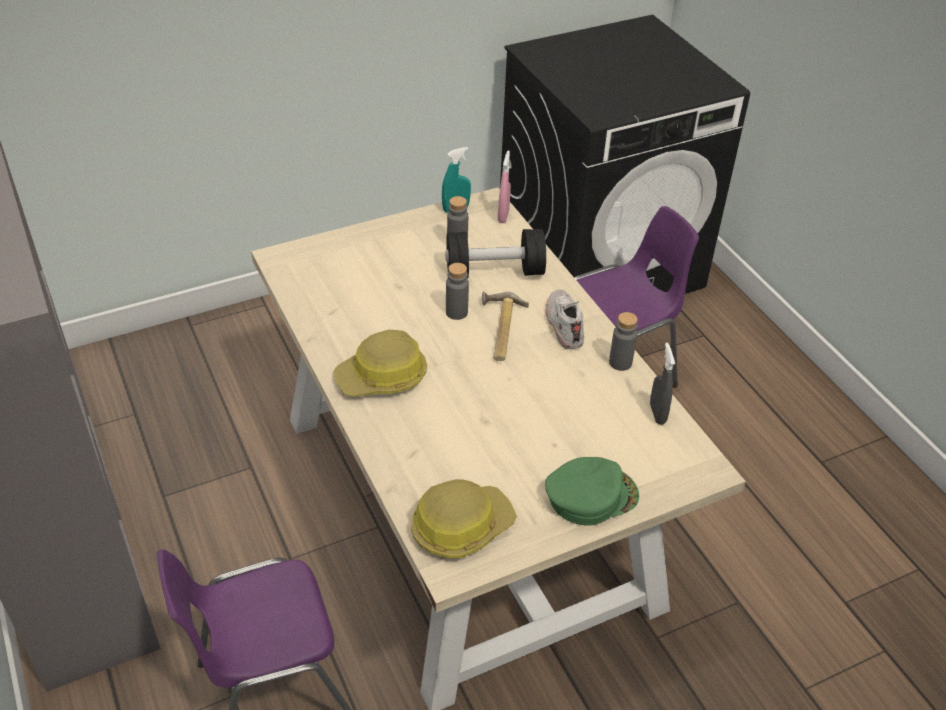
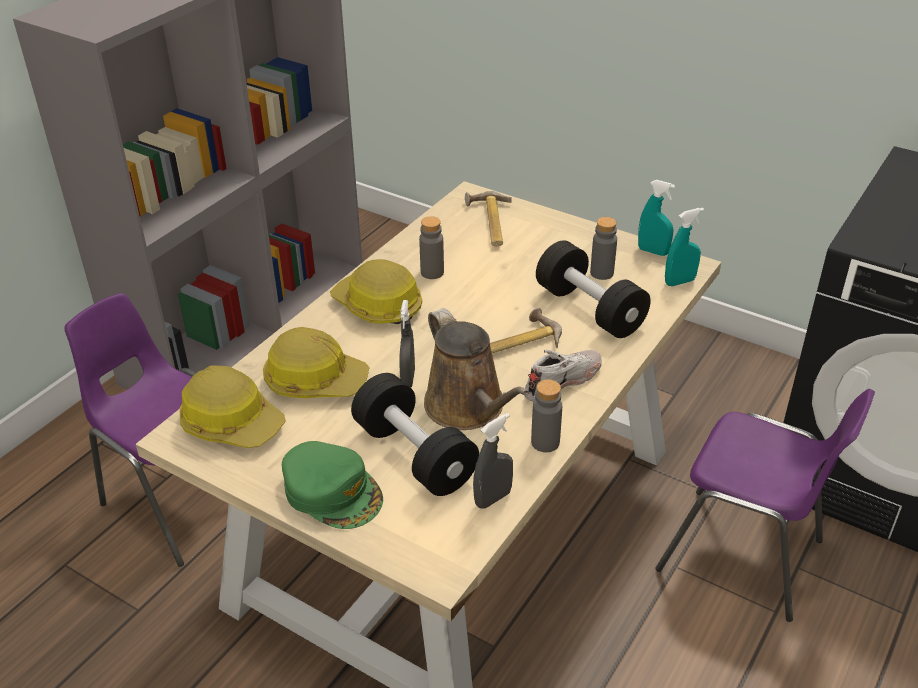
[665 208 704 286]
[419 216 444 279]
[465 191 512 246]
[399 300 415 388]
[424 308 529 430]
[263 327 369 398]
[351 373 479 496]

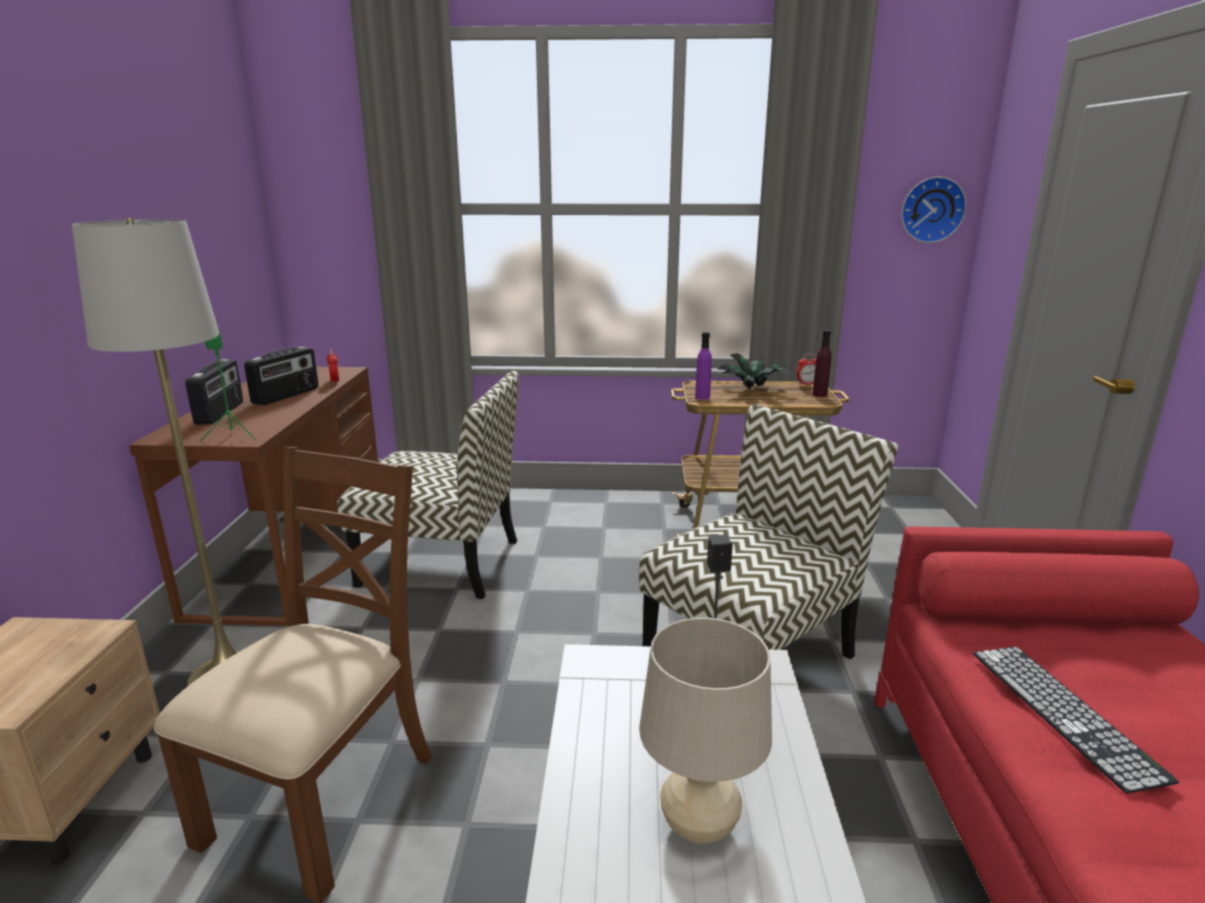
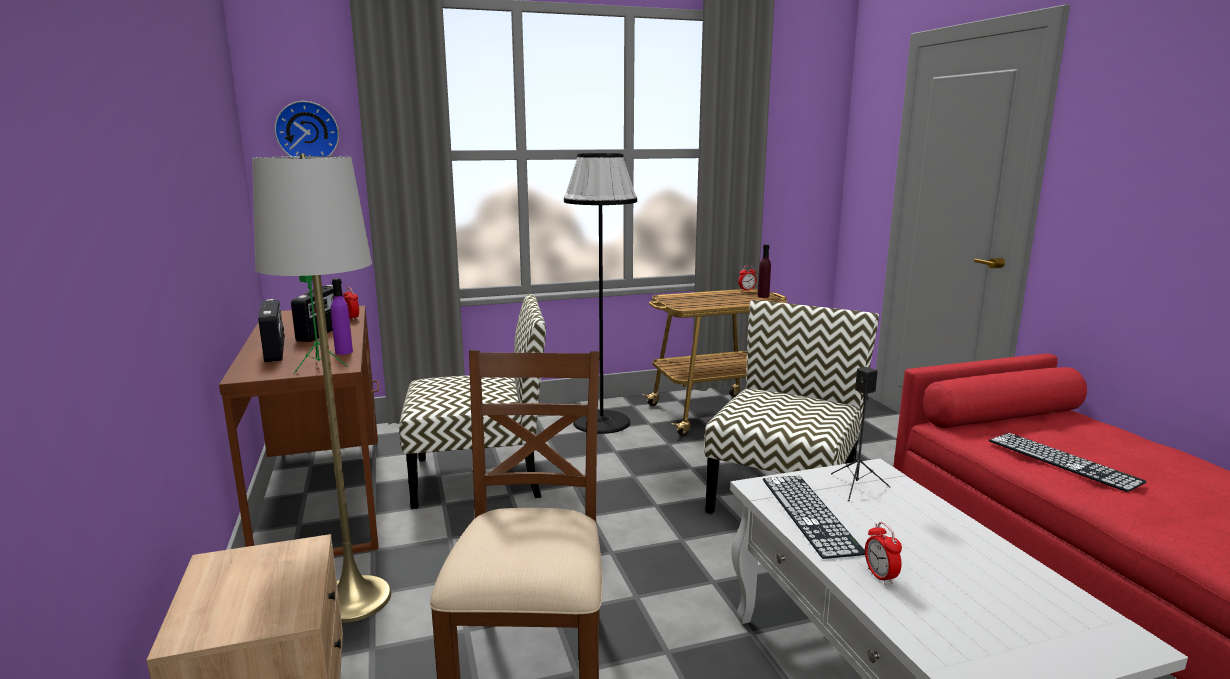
[274 101 339 156]
[331 278 353 355]
[718 353 793 390] (first image)
[639 617 772 844] (first image)
[564 153 637 434]
[763 476 865 559]
[865 522 902 585]

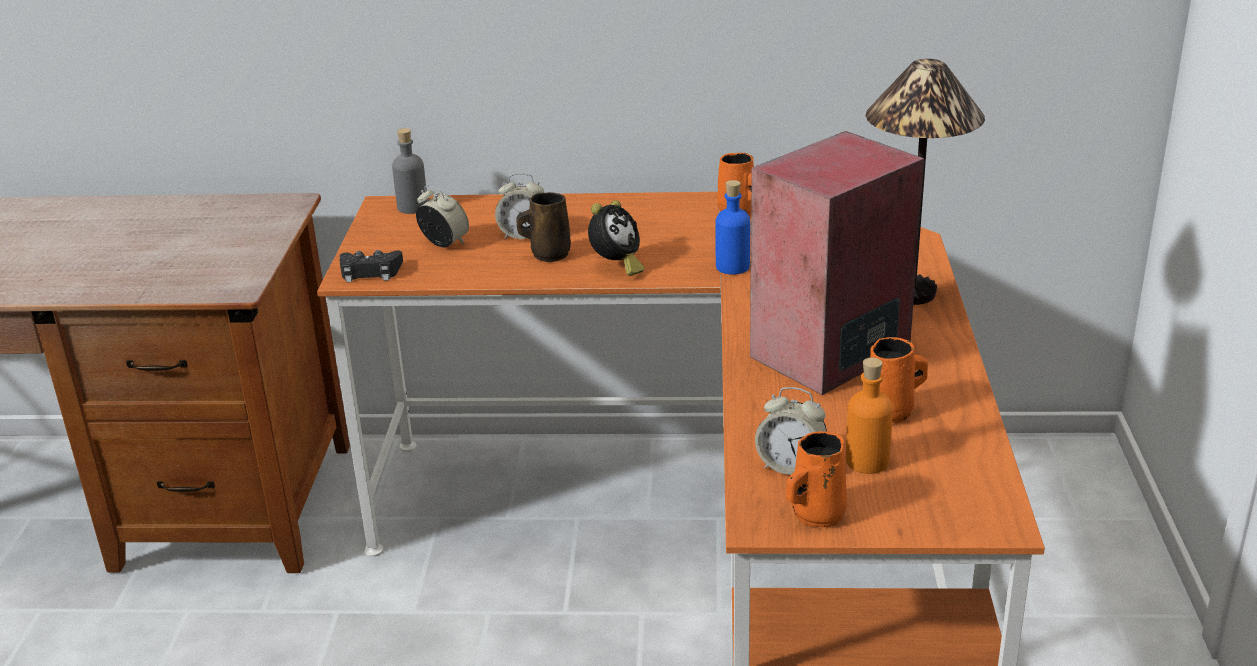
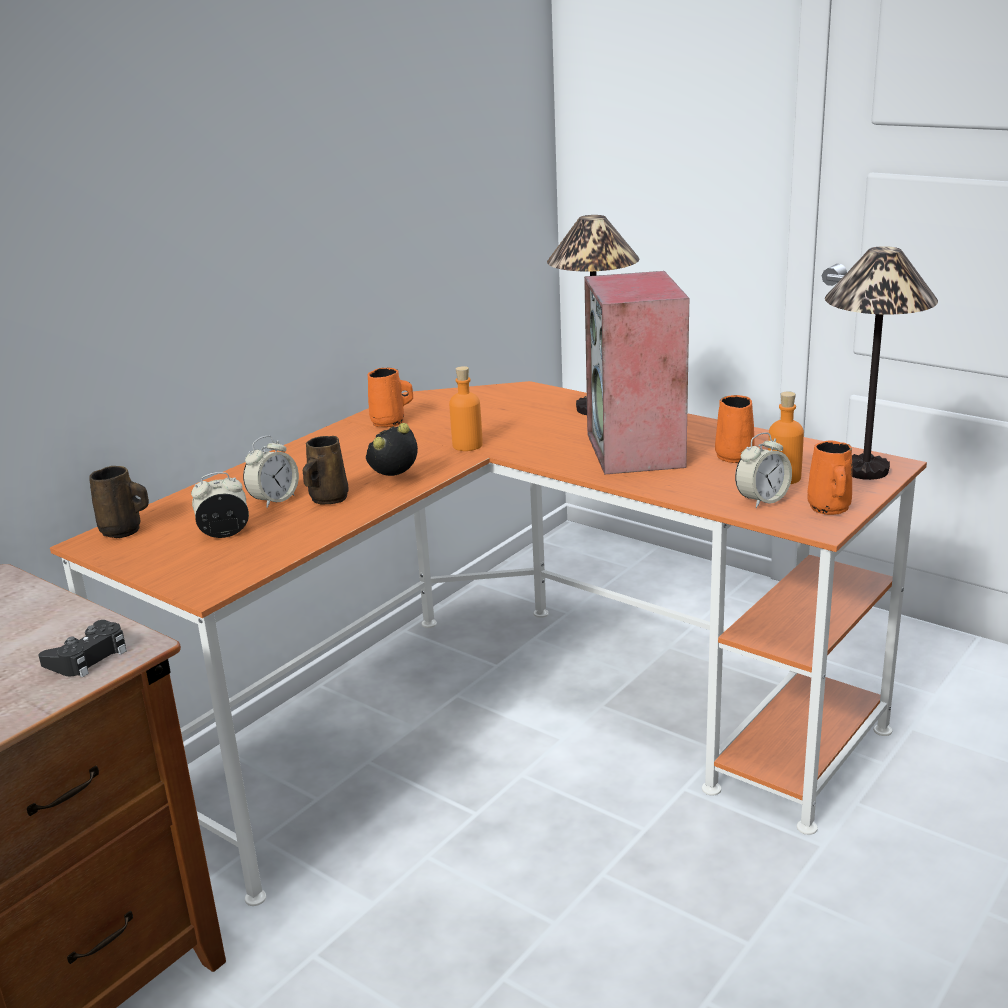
[89 466 149 538]
[449 366 483 451]
[366 423 418 476]
[39 620 127 677]
[825 246 938 480]

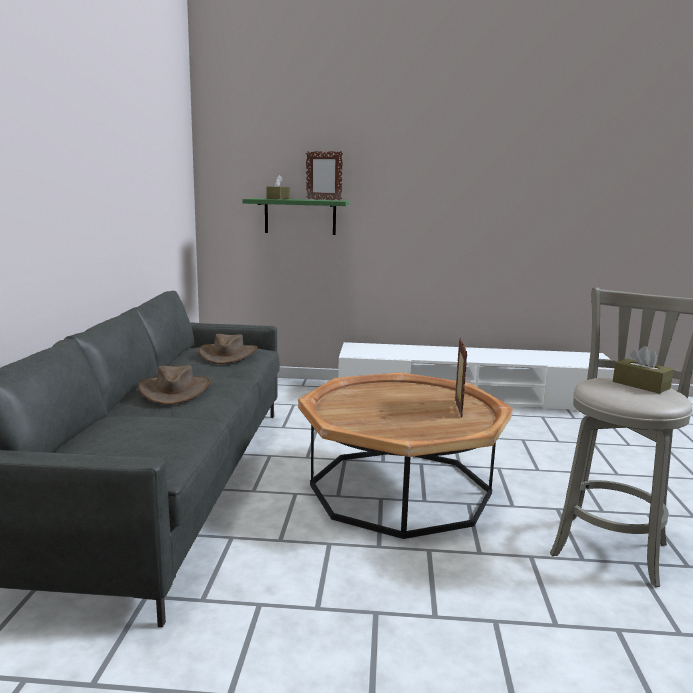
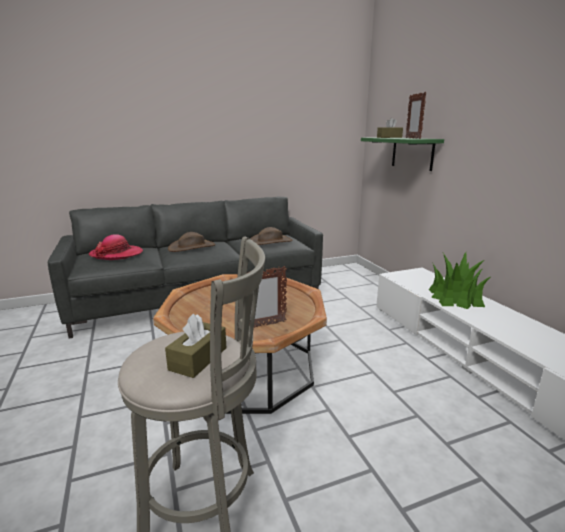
[89 234 143 260]
[429 252 490 309]

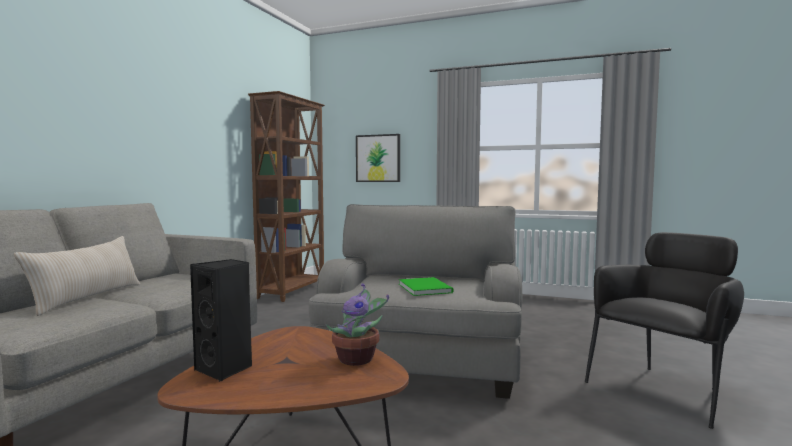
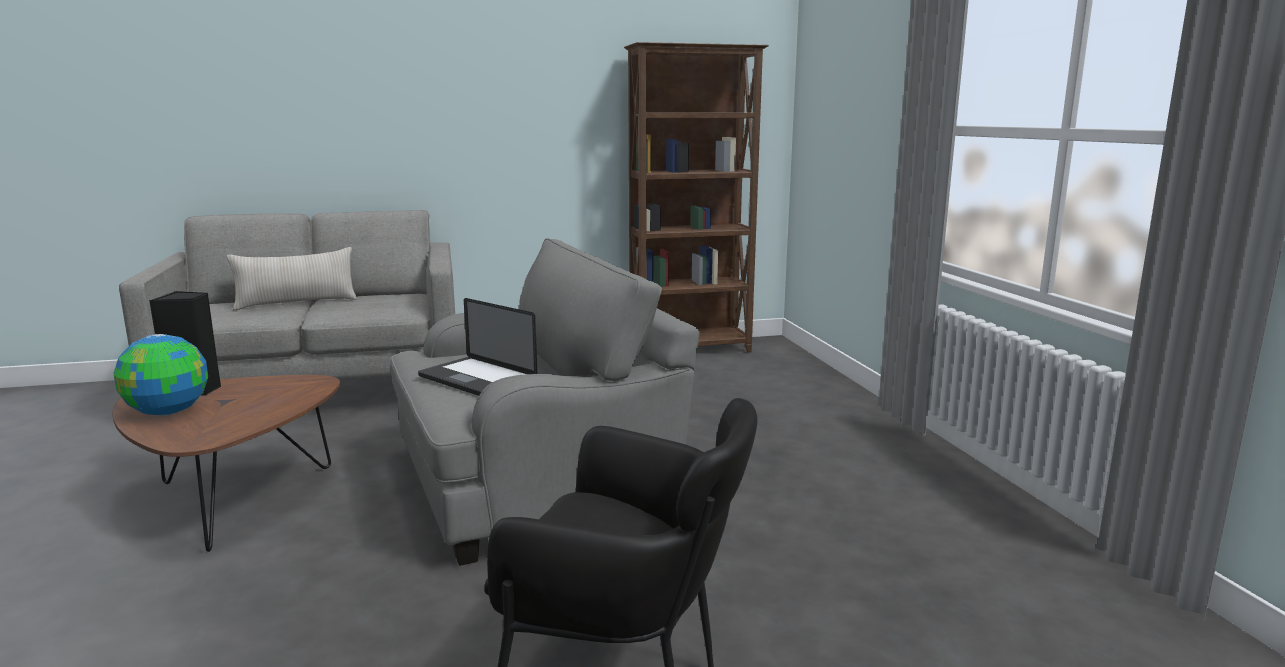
[356 134 400 182] (first image)
[418 298 537 396]
[326 283 389 366] (first image)
[114 334 208 415]

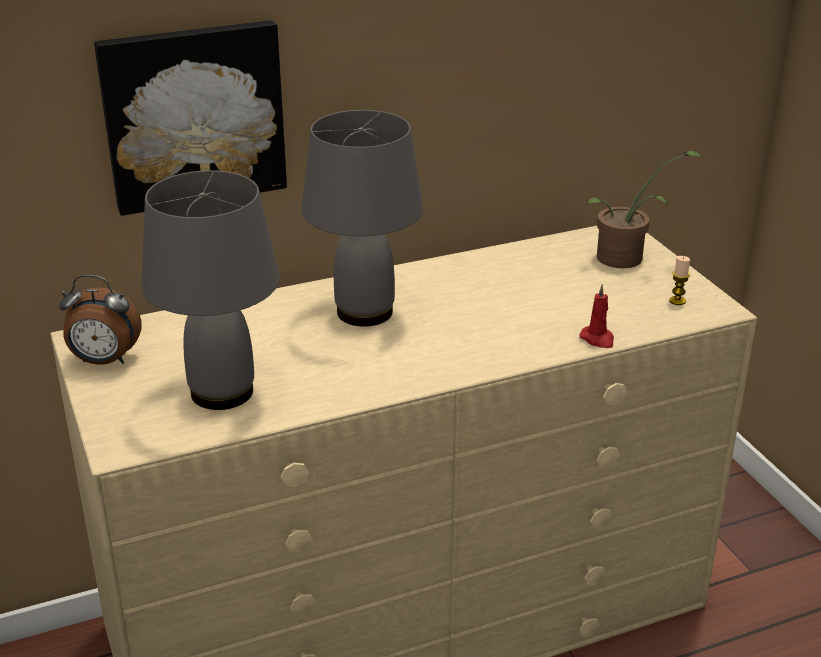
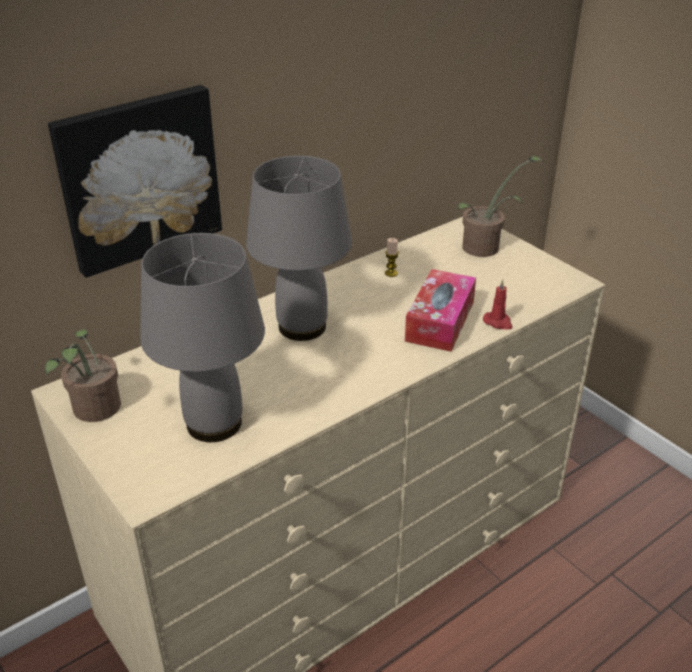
[385 238 399 277]
[45 329 121 422]
[405 269 476 352]

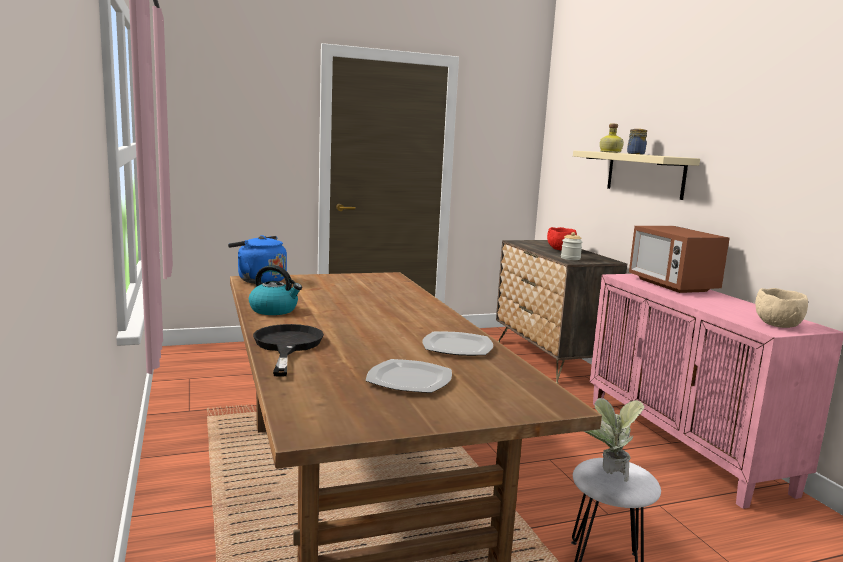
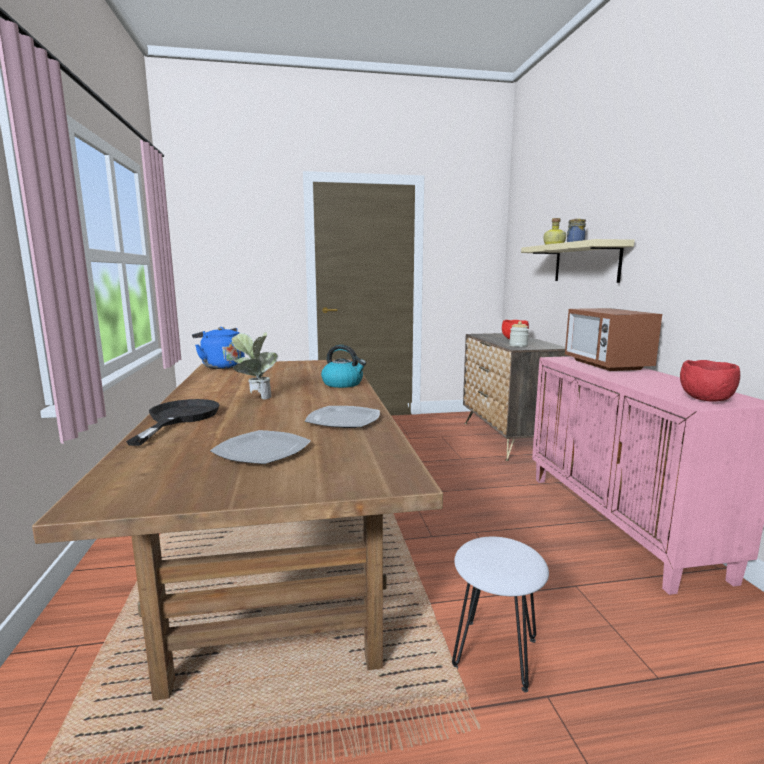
[321 345 366 388]
[680 360 740 401]
[232 333 278 399]

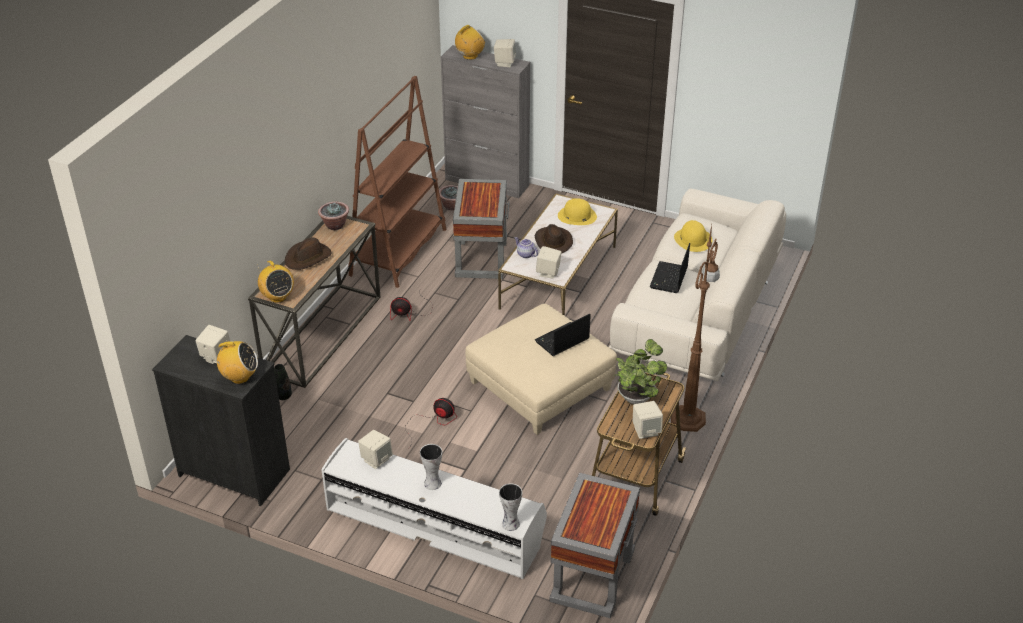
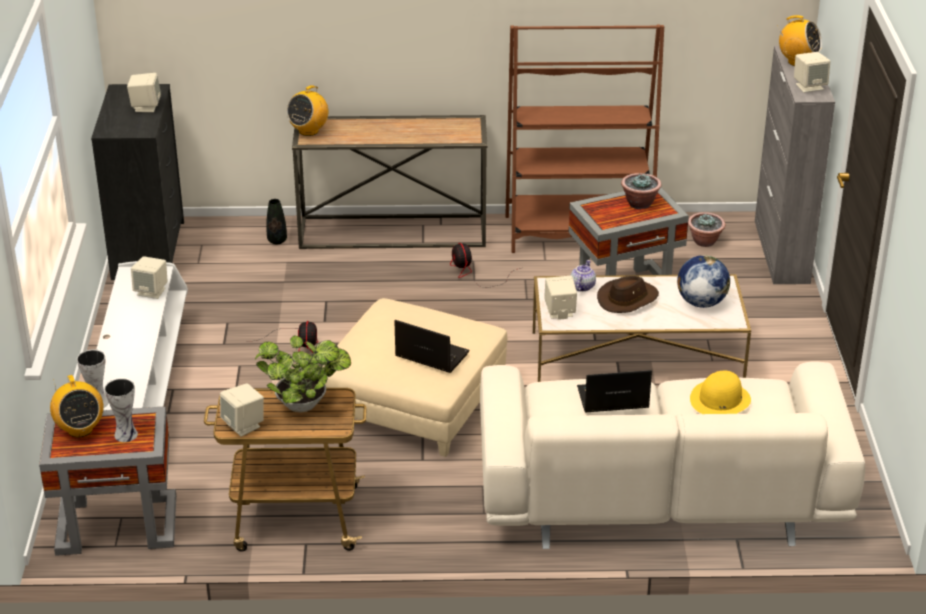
[677 255 730 308]
[621 173 661 209]
[671 225 720 432] (first image)
[285 238 331 270] (first image)
[50 375 104 437]
[104 378 138 442]

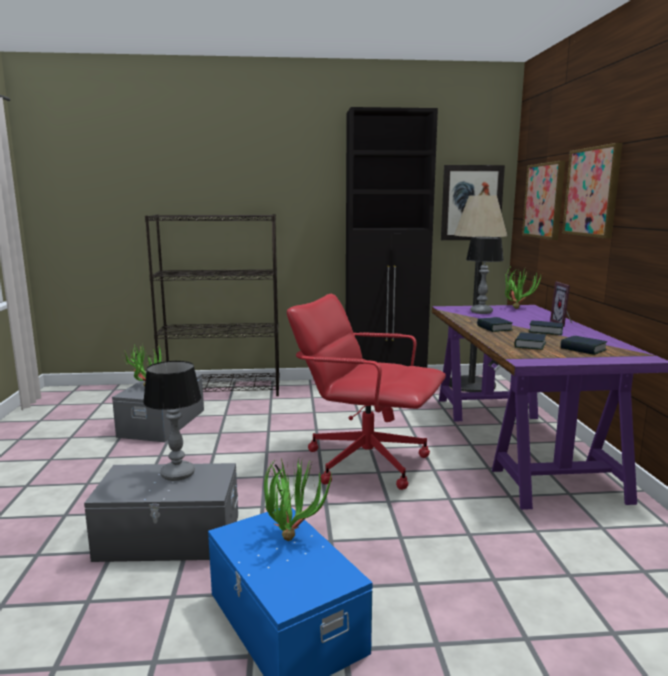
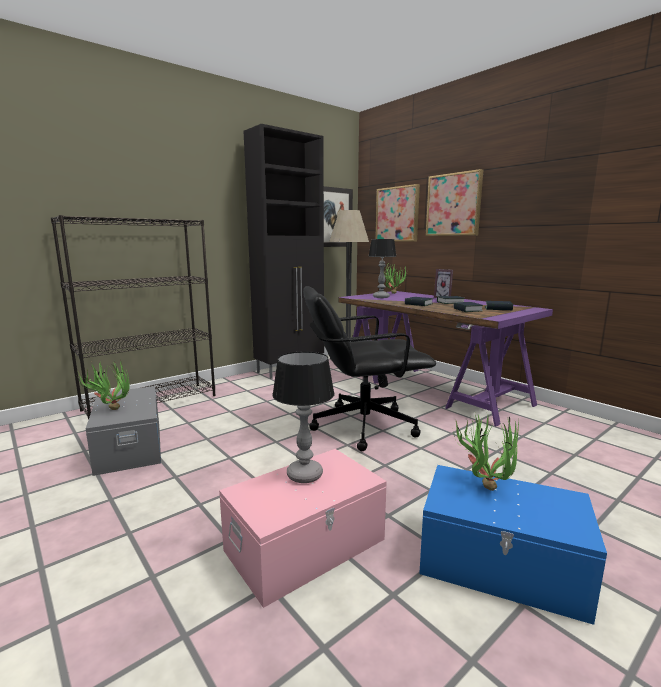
[303 286 436 451]
[219 449 387 608]

